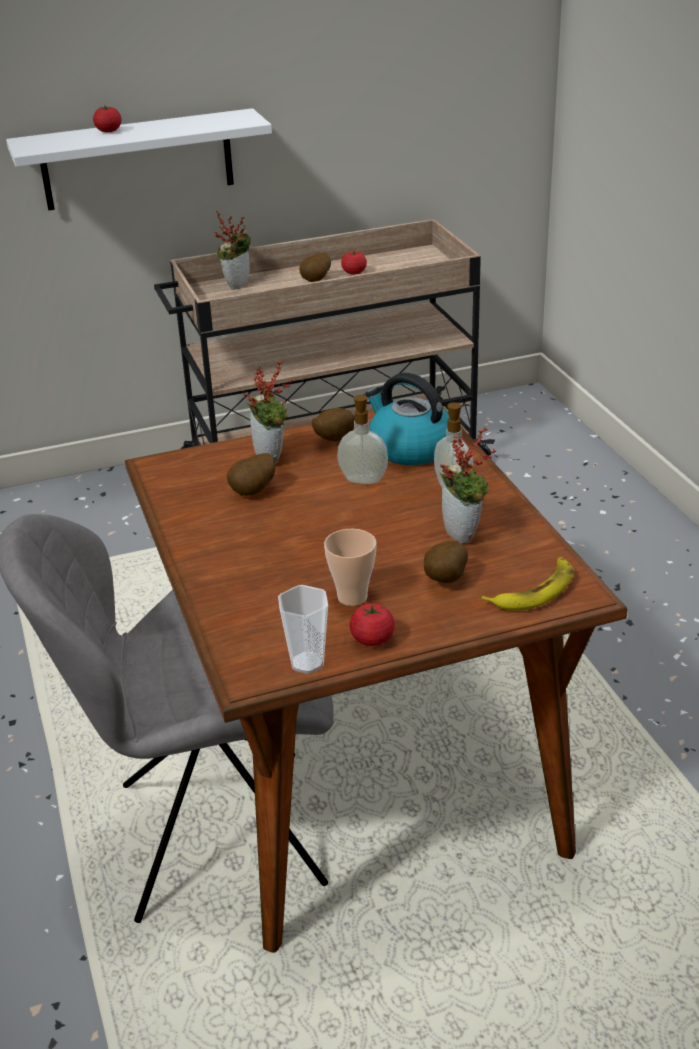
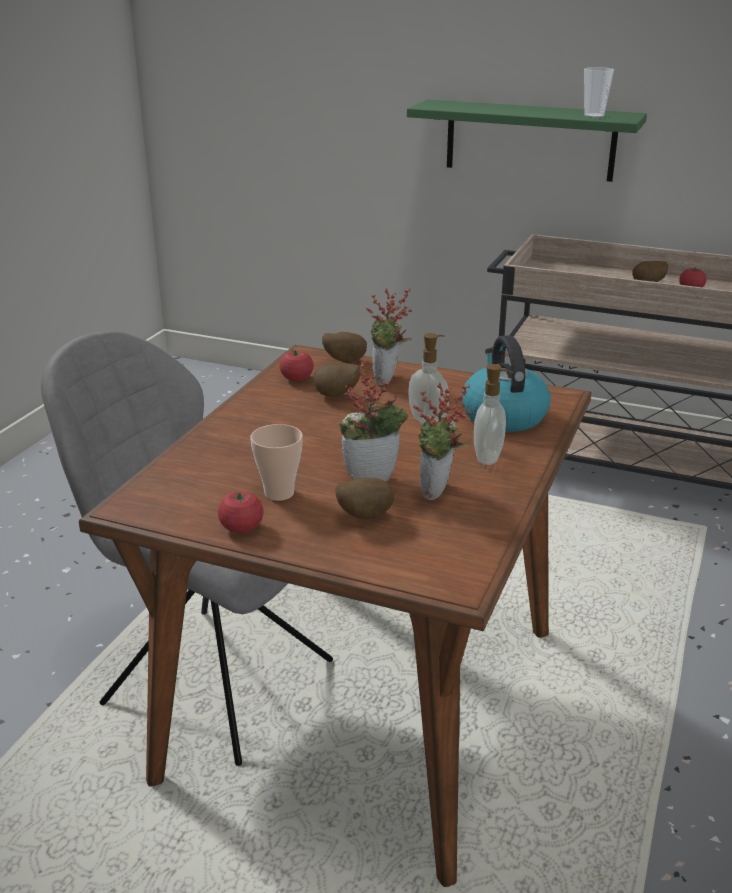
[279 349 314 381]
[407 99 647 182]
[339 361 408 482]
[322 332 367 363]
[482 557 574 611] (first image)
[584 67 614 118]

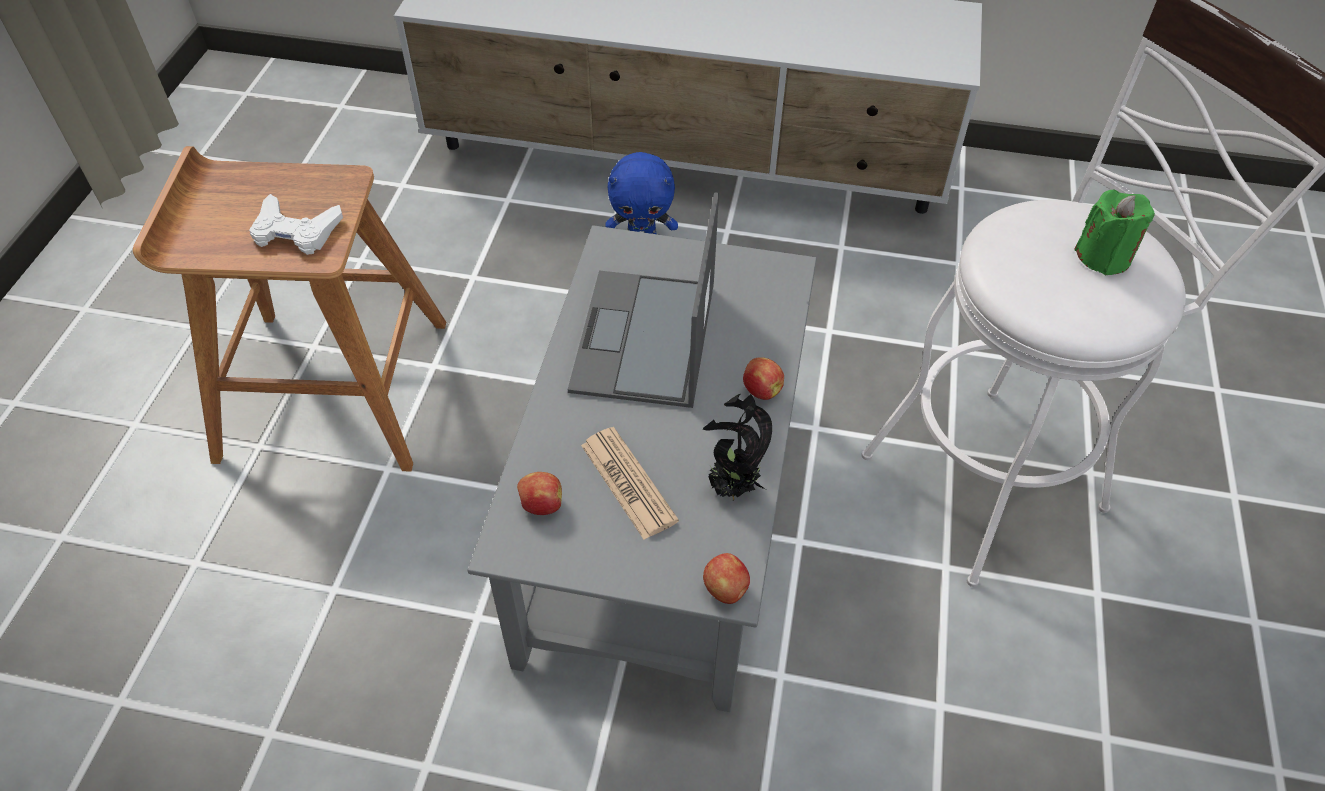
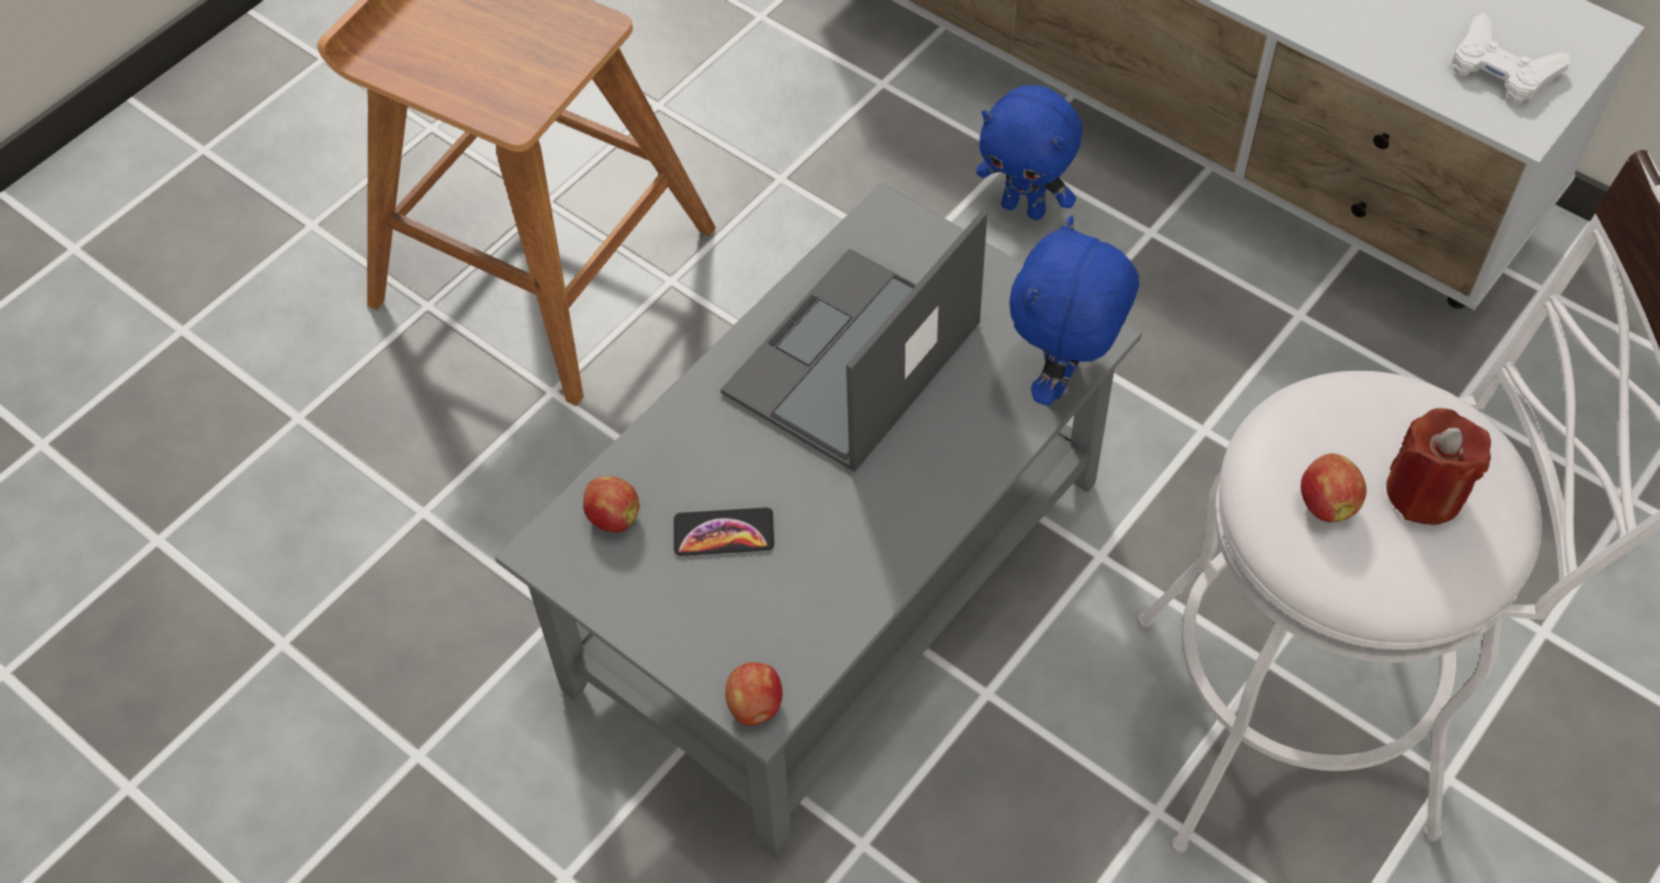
[1386 408 1491 525]
[1451 13 1570 104]
[1301 454 1367 522]
[703 394 772 501] (first image)
[674 507 774 556]
[1009 216 1139 406]

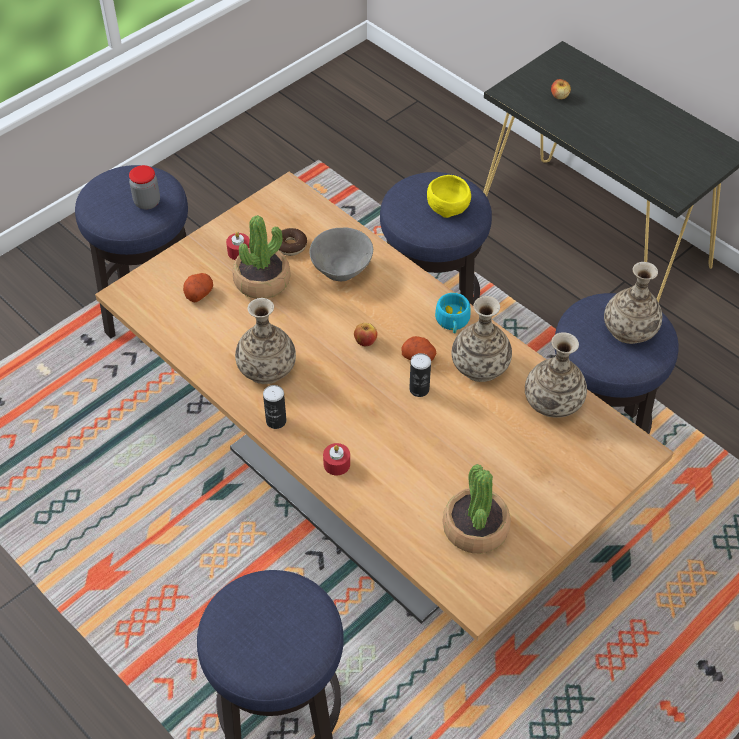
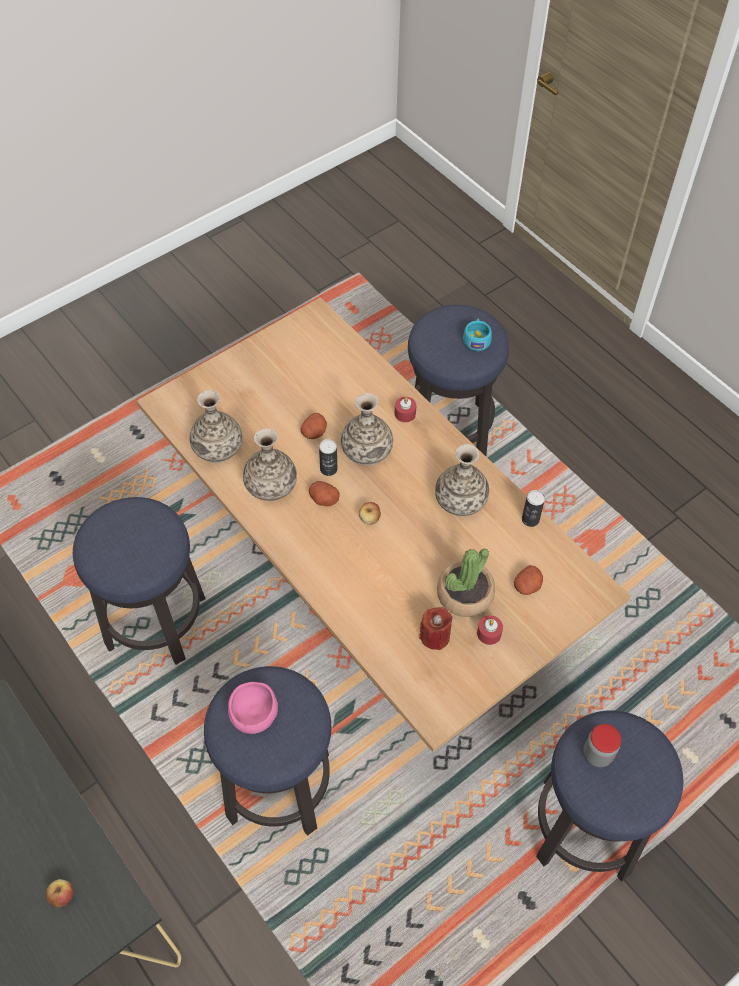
[228 682 278 734]
[419 607 452 650]
[309 228 373 281] (first image)
[341 393 393 466]
[463 319 492 351]
[522 490 545 527]
[442 464 511 553] (first image)
[301 413 327 439]

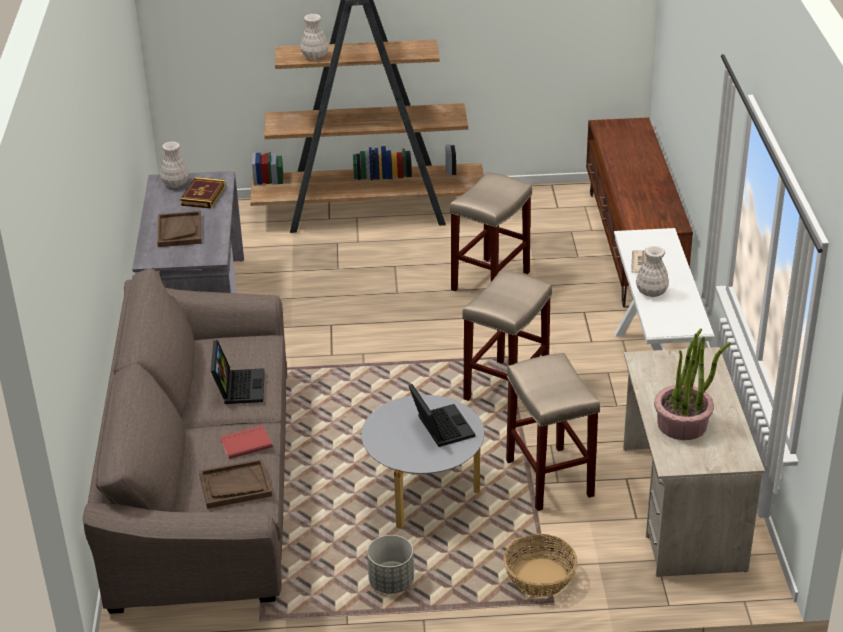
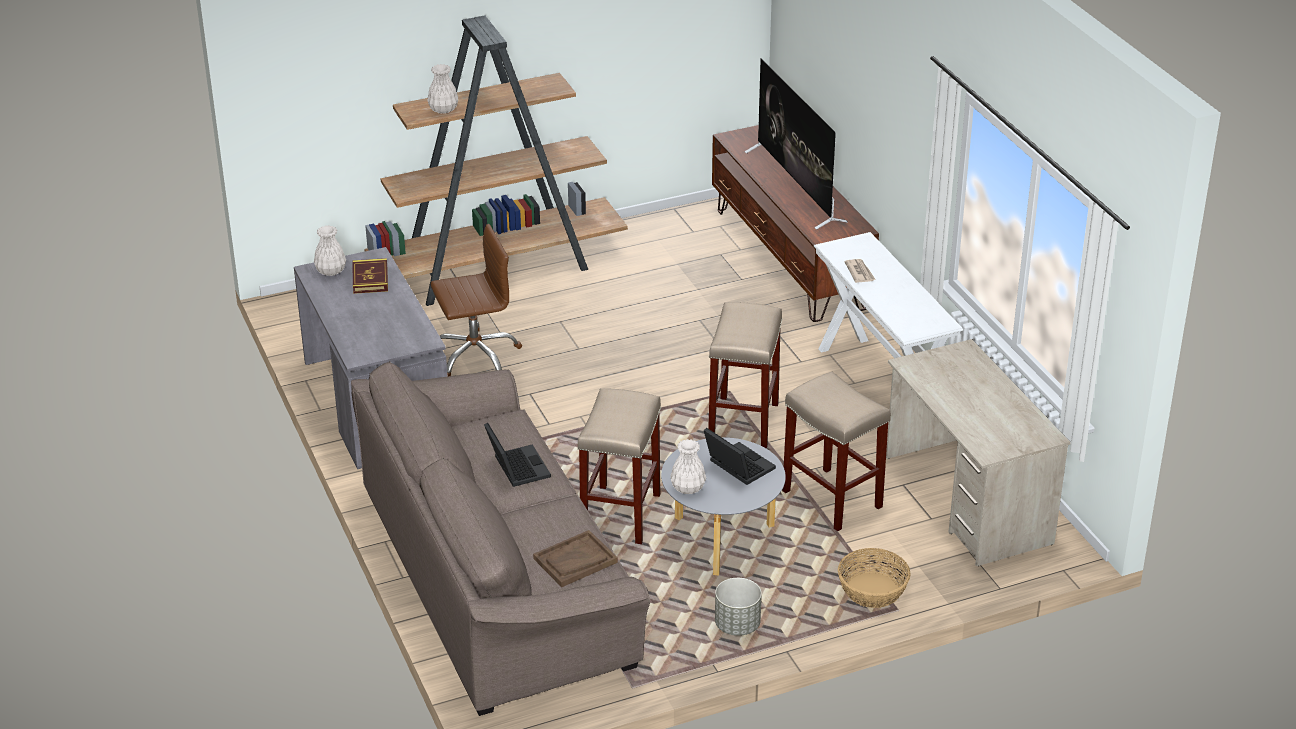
[577 388 661 544]
[157 211 201 247] (first image)
[670 439 706 494]
[654 328 731 440] (first image)
[220 425 272 459] (first image)
[745 59 848 230]
[430 224 522 376]

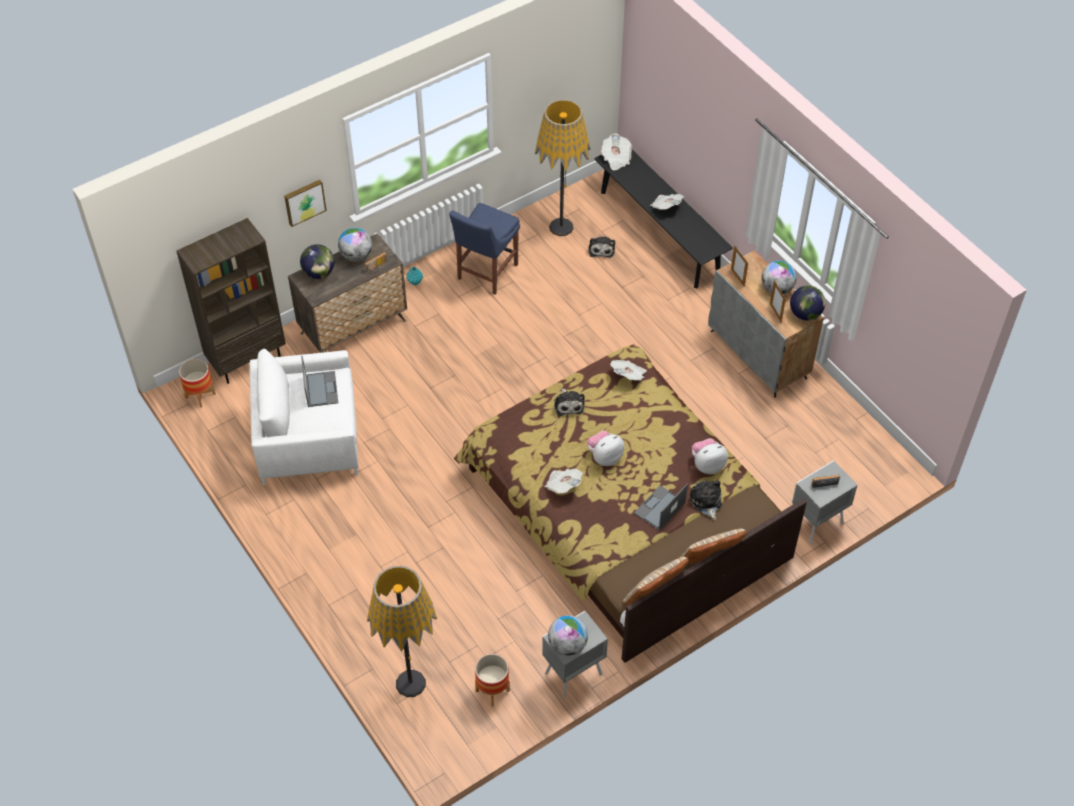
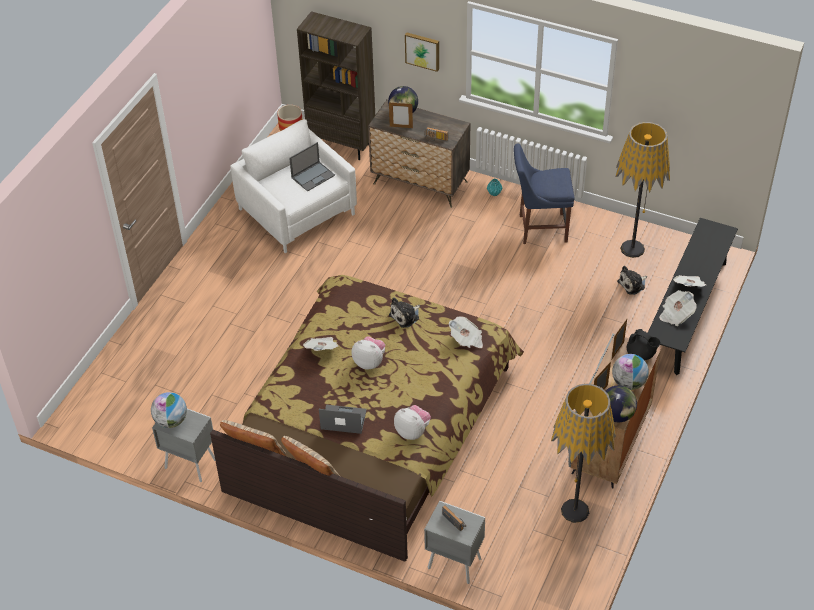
[659 290 697 326]
[338 228 372 262] (first image)
[690 481 722 520] (first image)
[551 384 616 523]
[475 654 510 706] (first image)
[389 102 413 128]
[627 329 661 360]

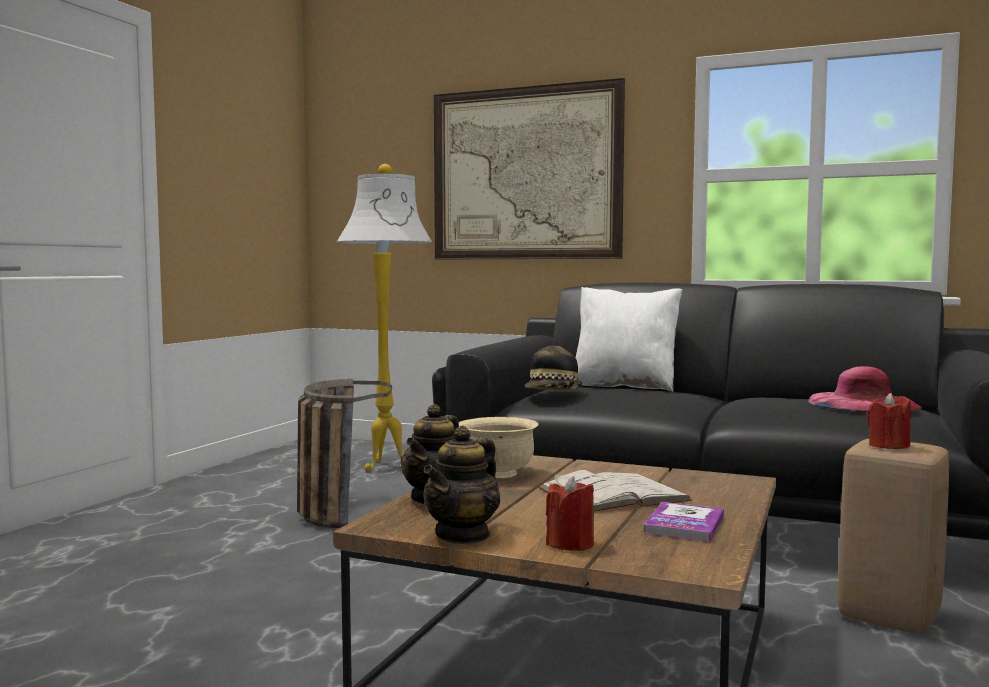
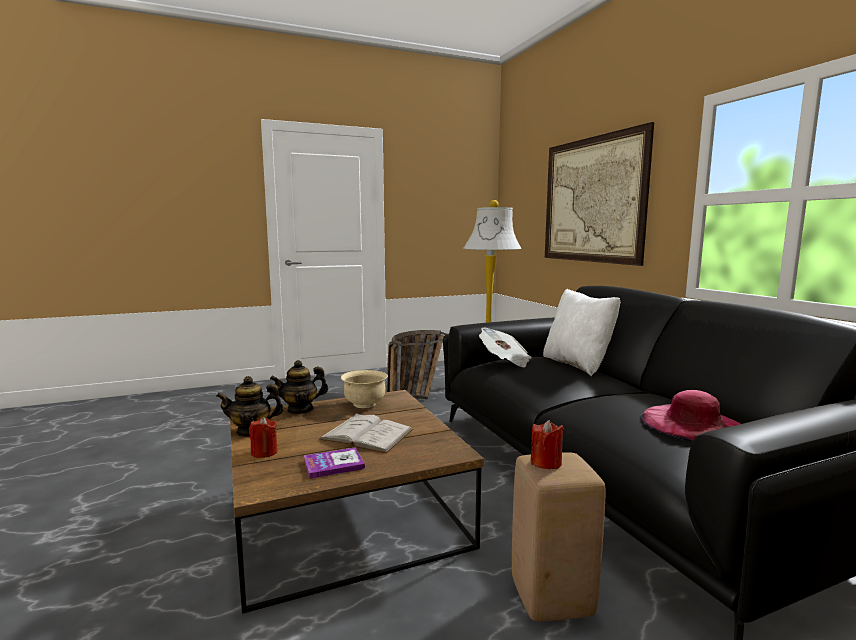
[479 328 531 367]

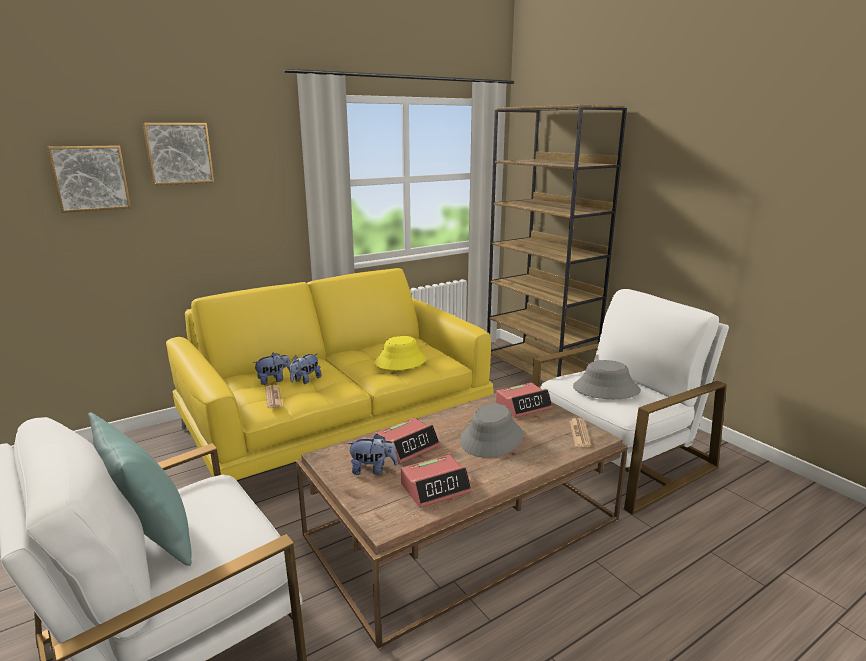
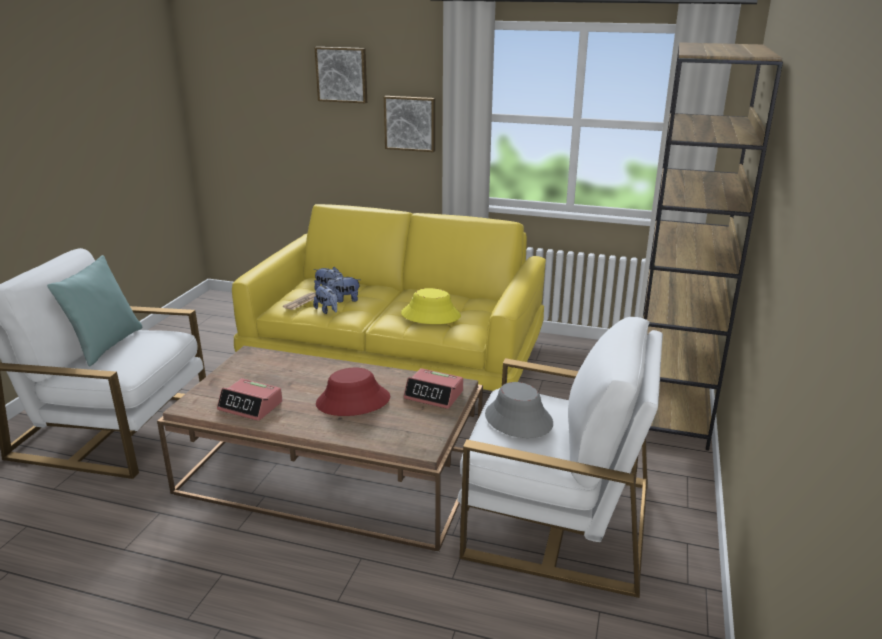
[384 96 435 152]
[316 368 390 416]
[375 418 440 464] (first image)
[569 418 591 447] (first image)
[313 285 338 314]

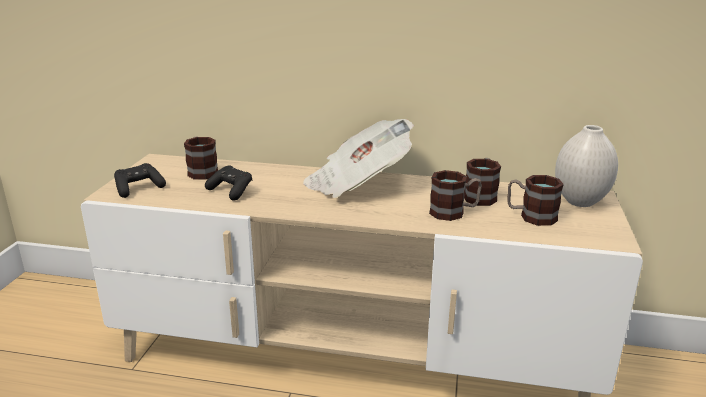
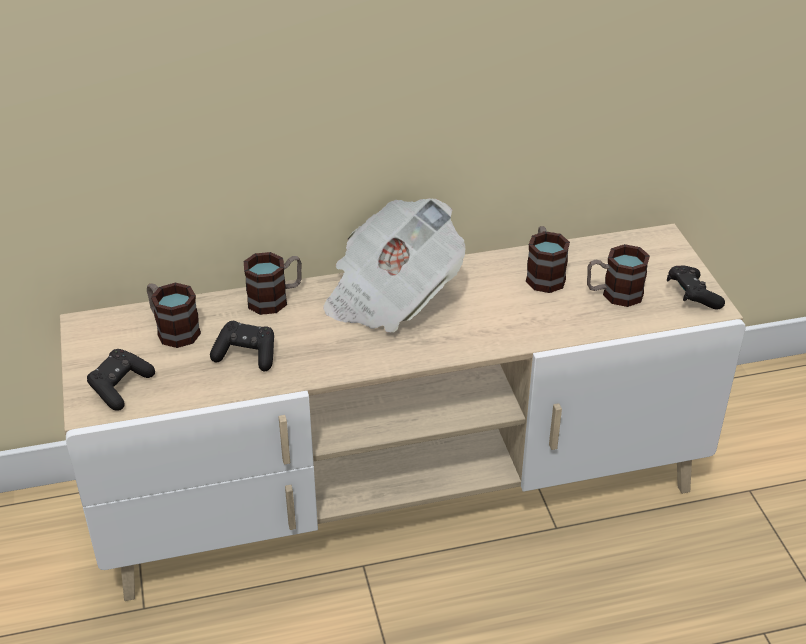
[555 125 618 207] (first image)
[244 252 302 315]
[667 266 725 310]

